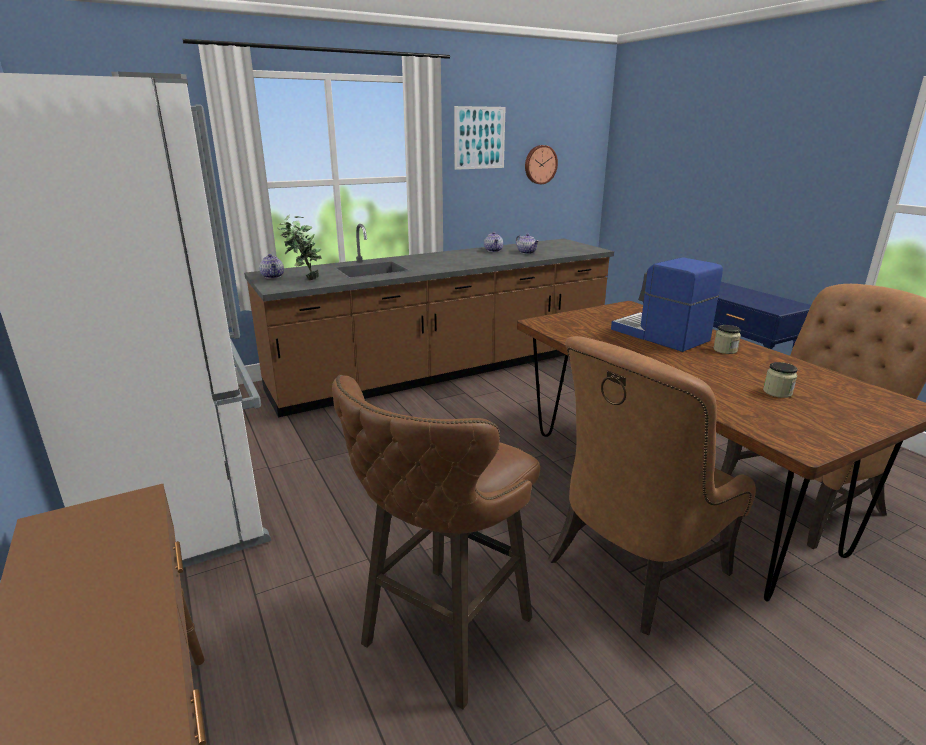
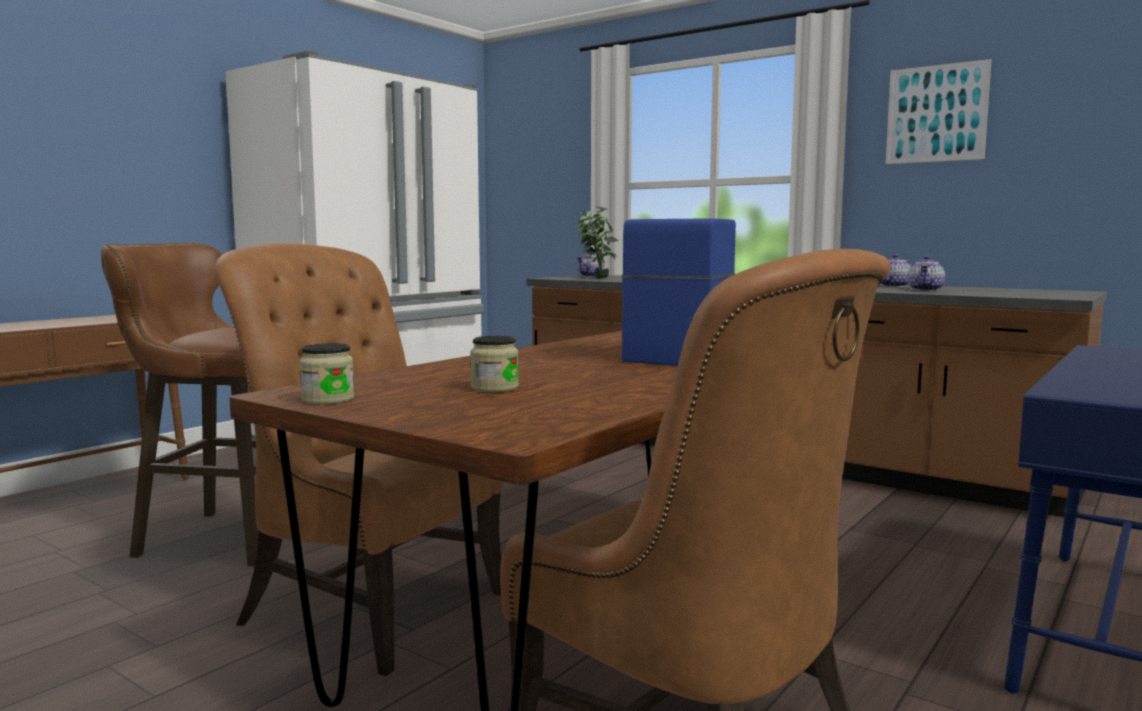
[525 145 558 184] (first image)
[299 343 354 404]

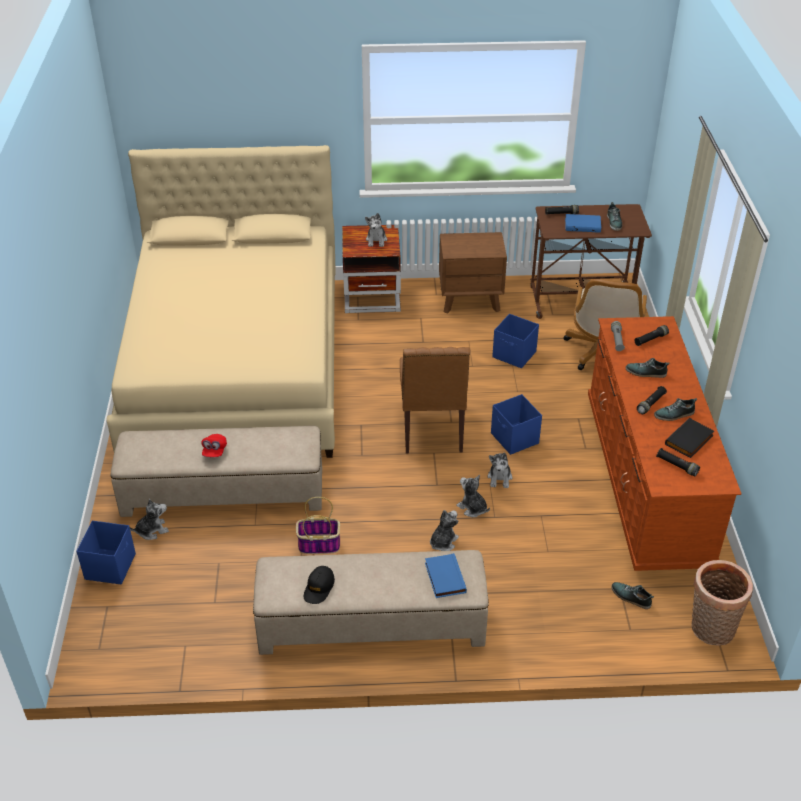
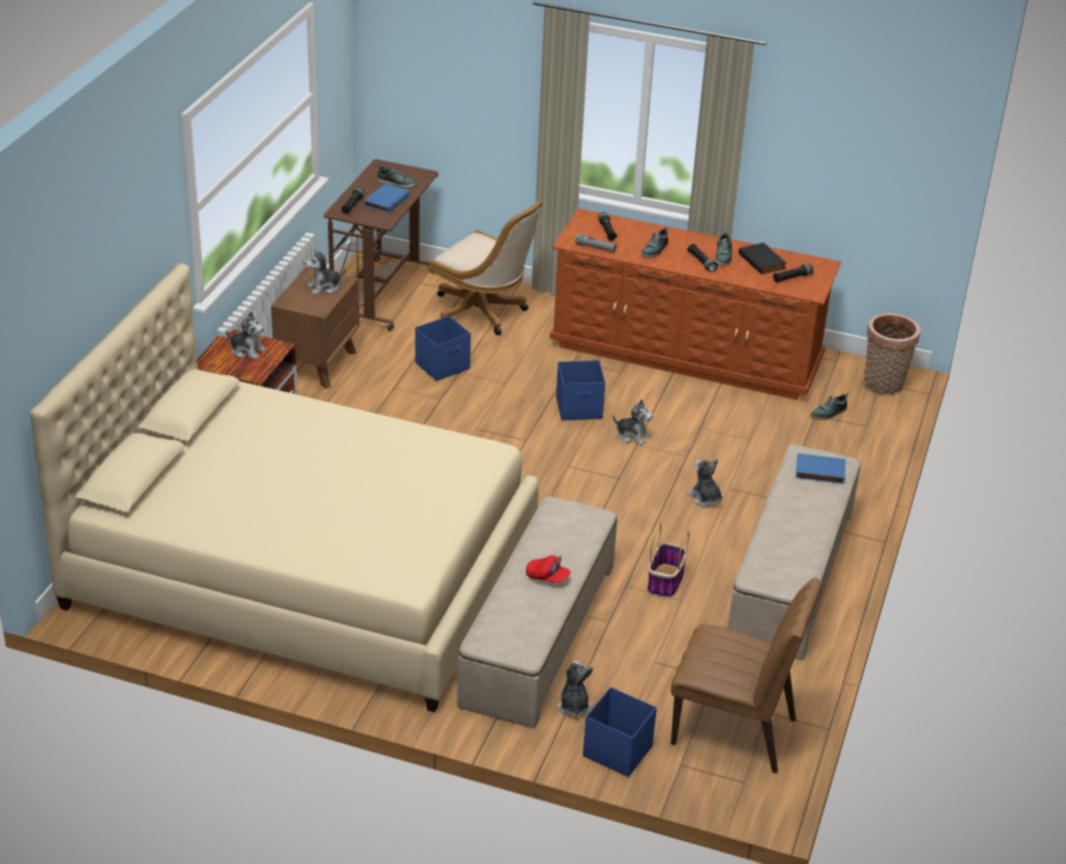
[304 566 335 604] (first image)
[671 577 823 773]
[305 249 346 295]

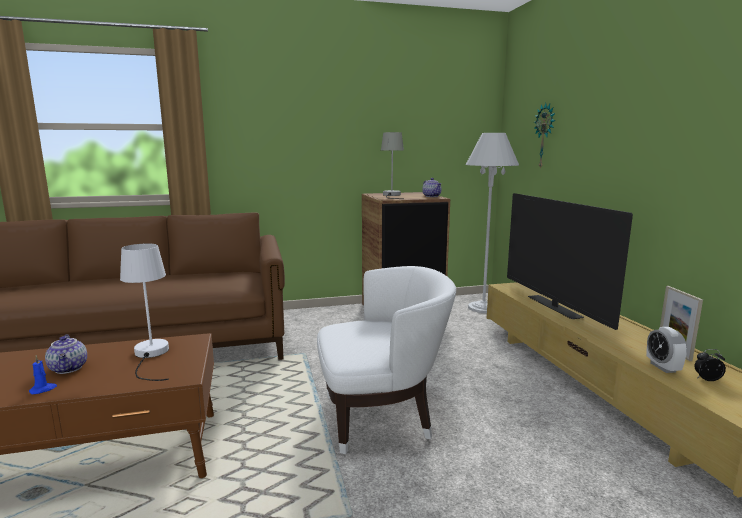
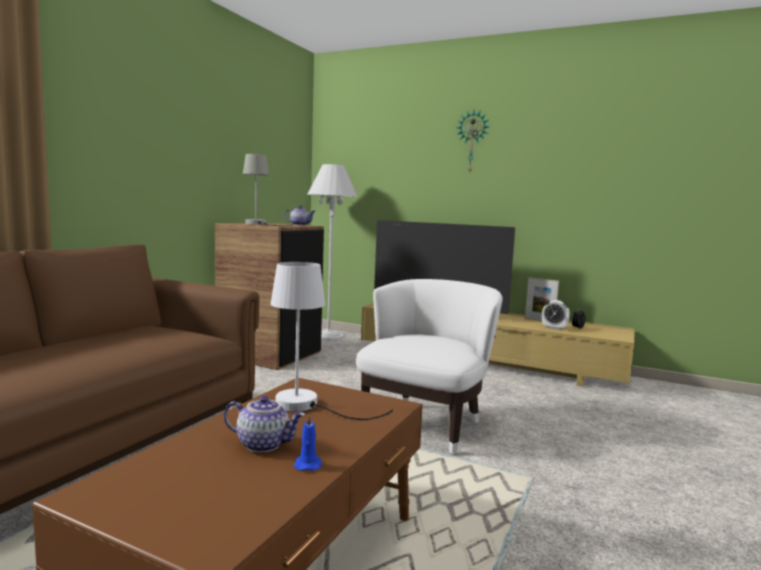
[456 110 489 172]

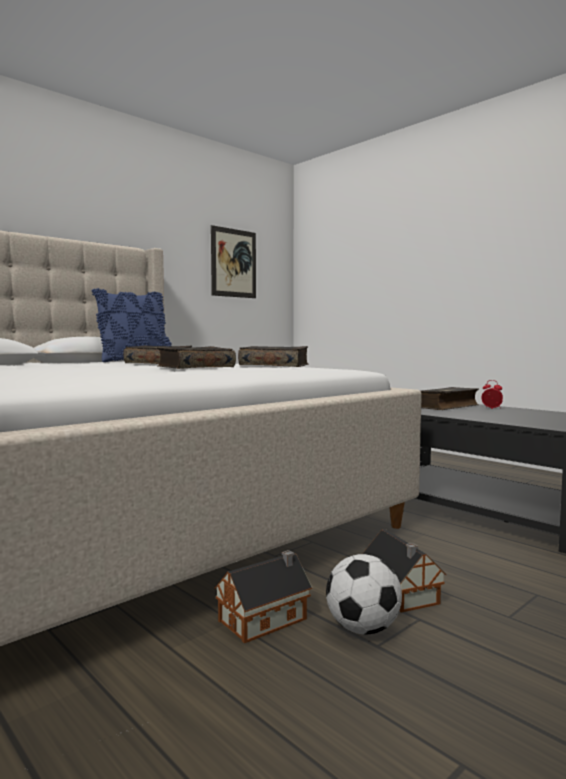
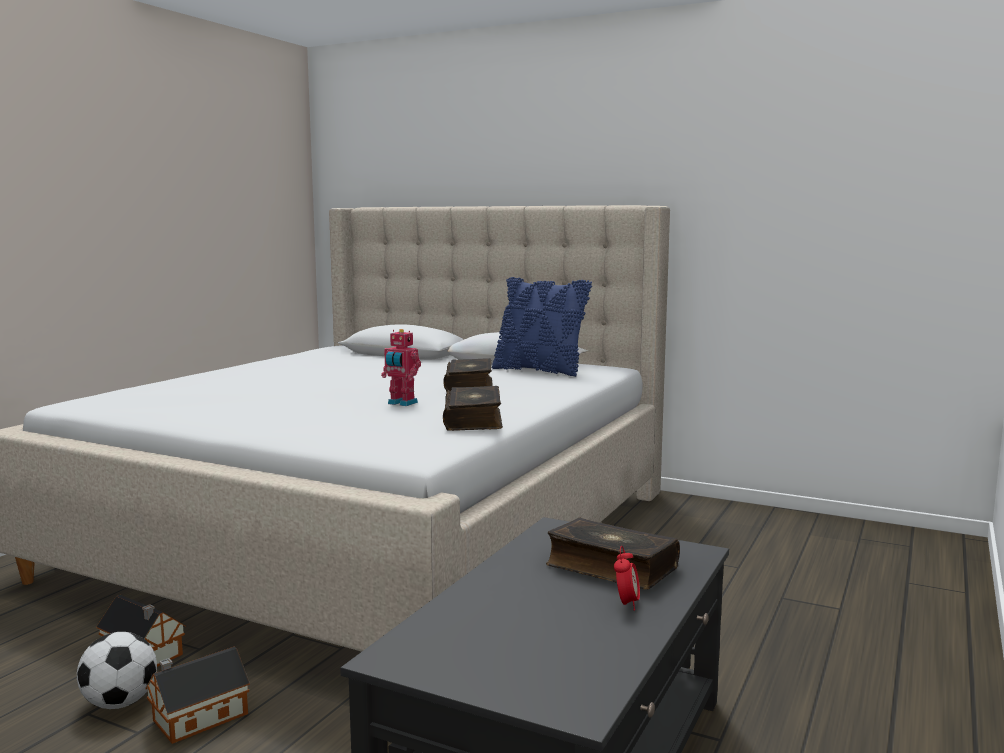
[211 225 256 298] (first image)
[381 329 421 406]

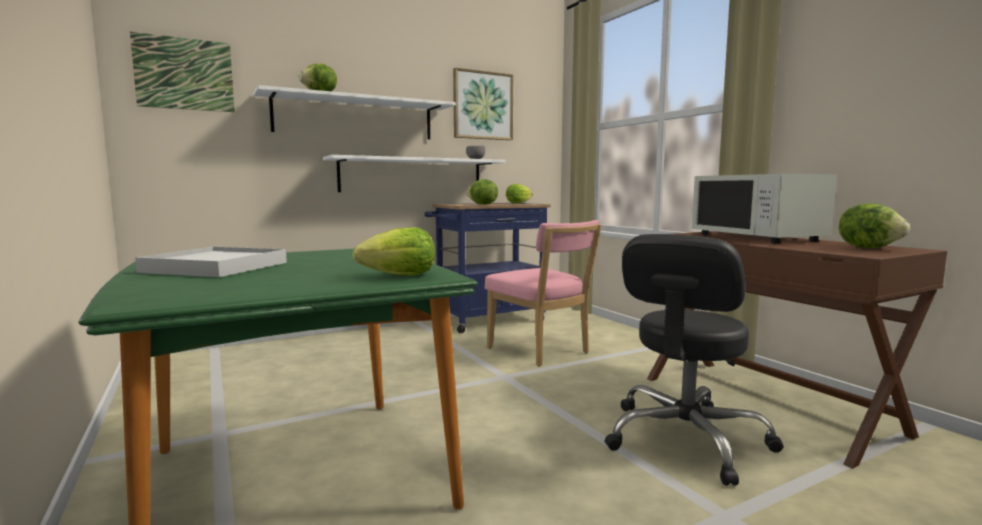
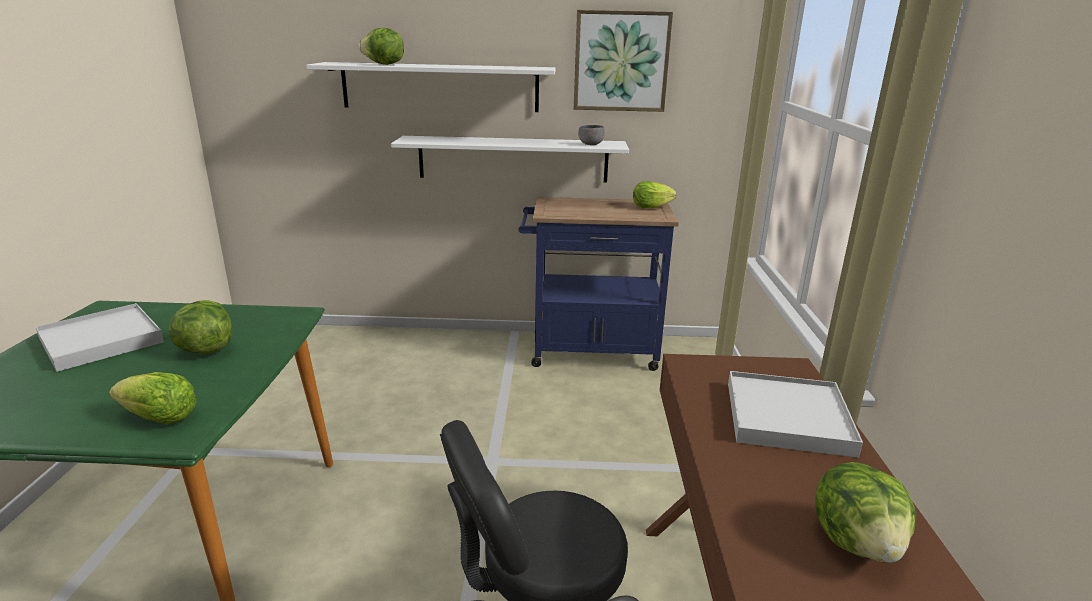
[130 32 235 112] (first image)
[485 220 602 367] (first image)
[168 300 232 354]
[728 371 863 458]

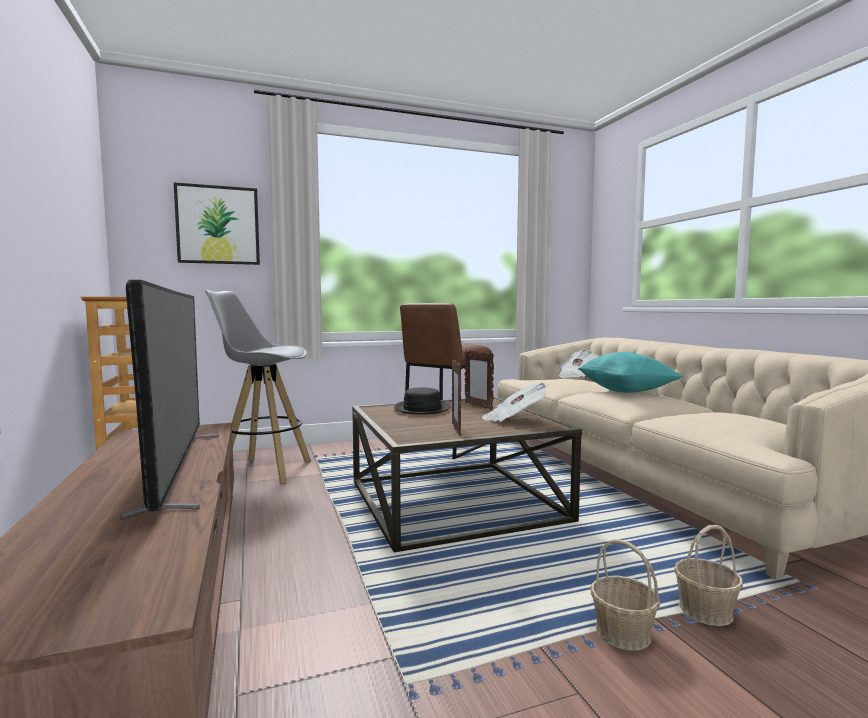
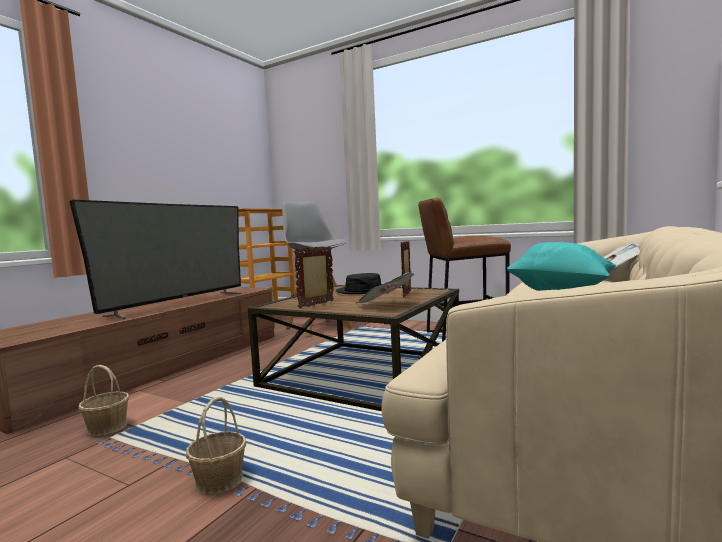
[174 183 260 265] (first image)
[79 365 129 436]

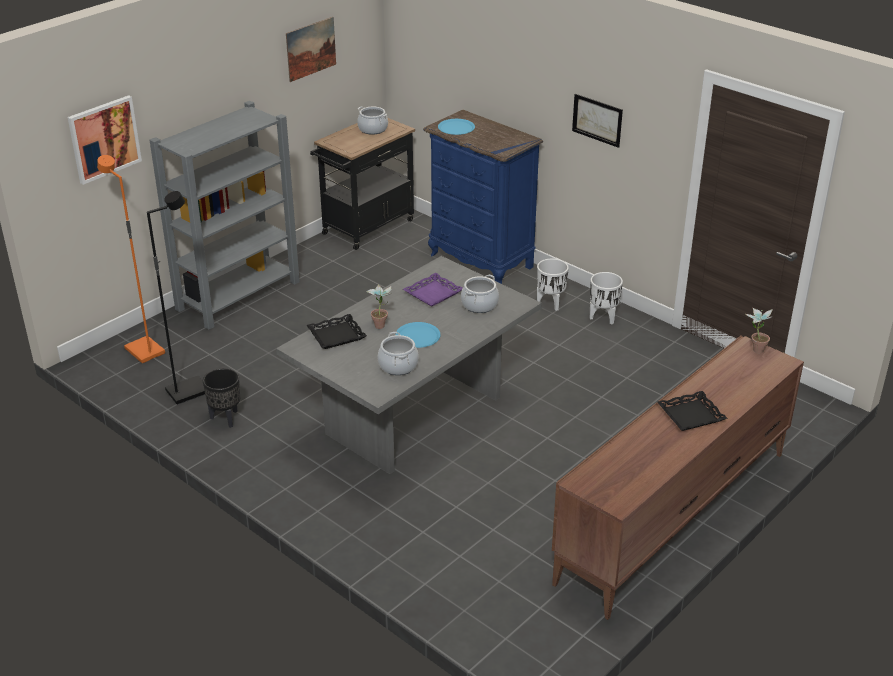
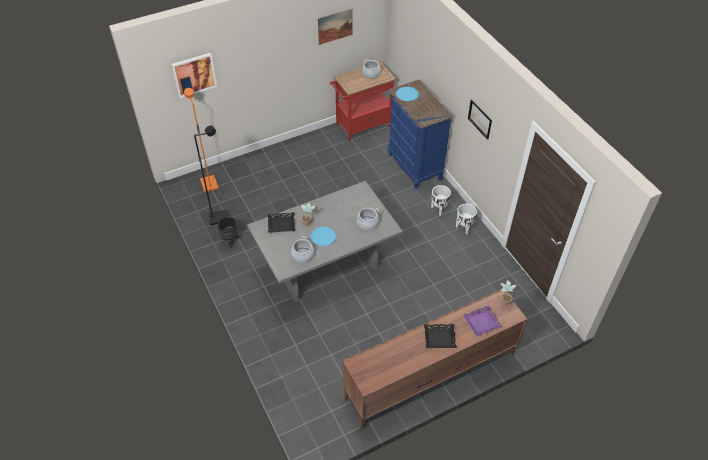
[150 101 300 330] (first image)
[463 305 502 336]
[330 61 396 141]

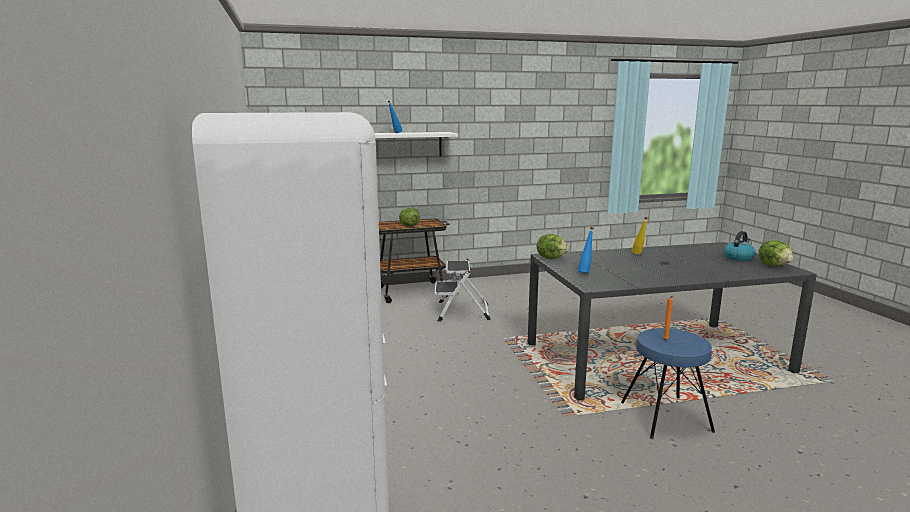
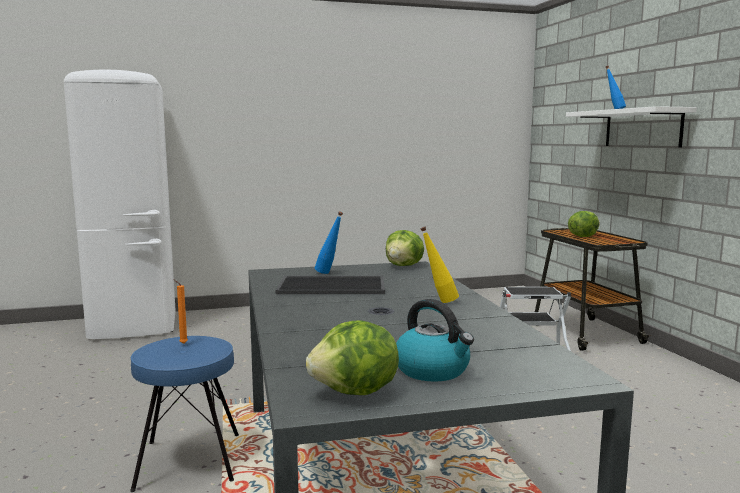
[276 276 385 294]

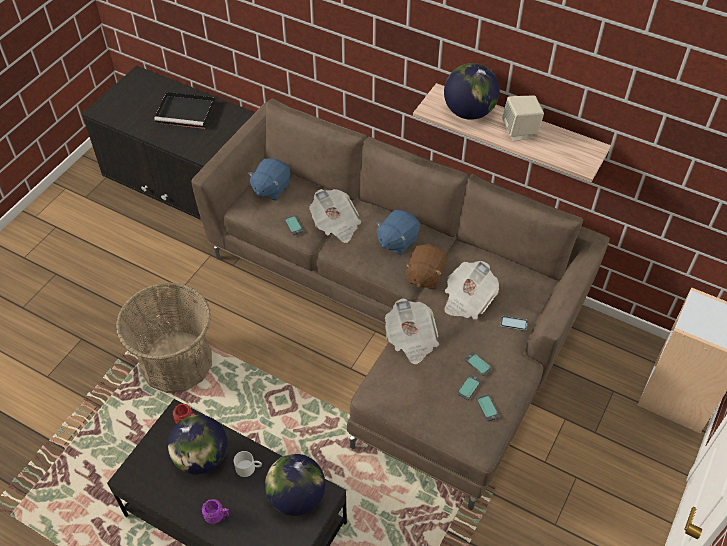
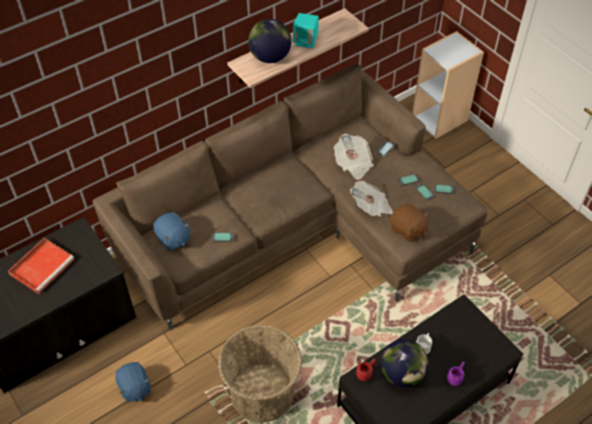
[265 454 325 516] (first image)
[309 189 361 243] (first image)
[115 362 151 402]
[390 204 429 242]
[8 238 74 294]
[293 13 319 48]

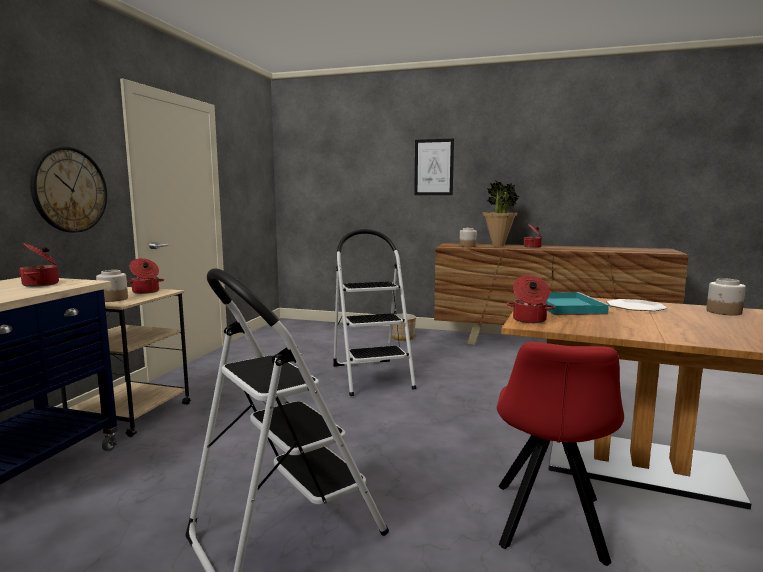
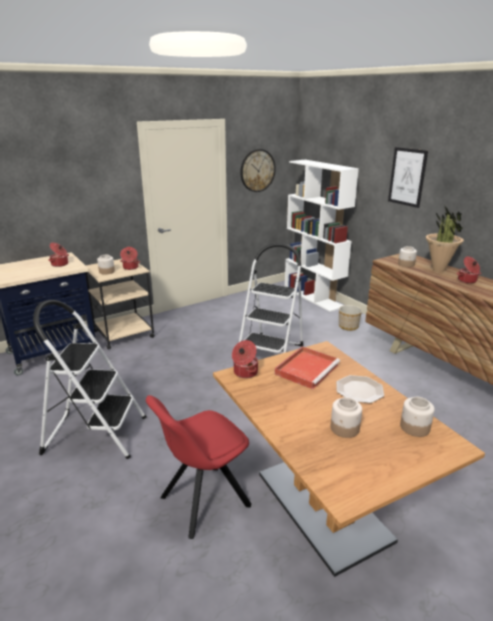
[285 160 359 312]
[331 397 362 438]
[240 149 276 192]
[275 346 340 389]

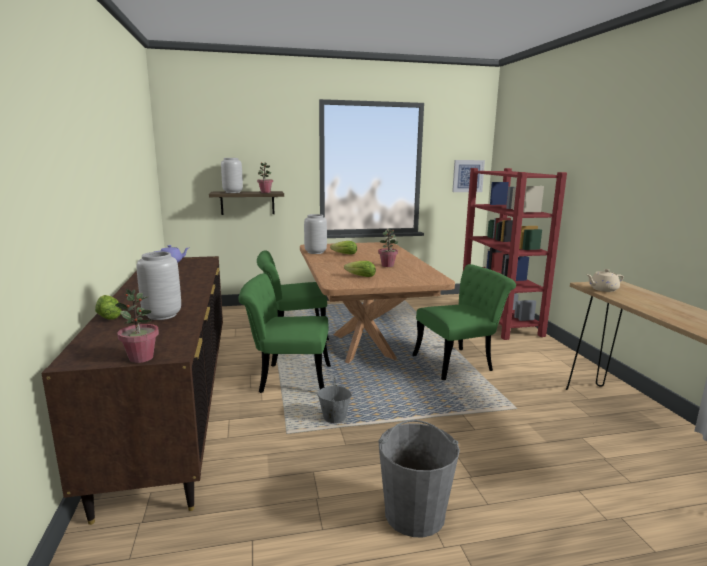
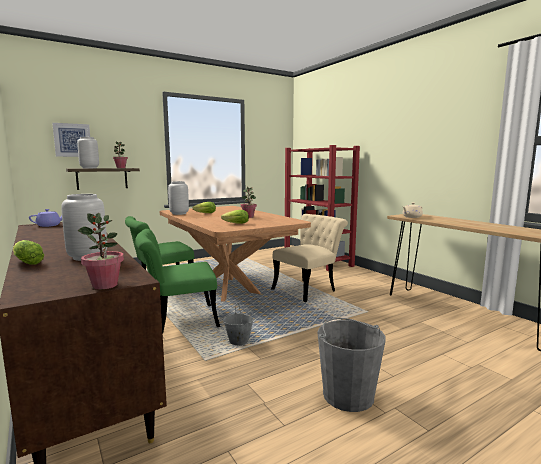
[52 123 90 157]
[271 214 348 302]

